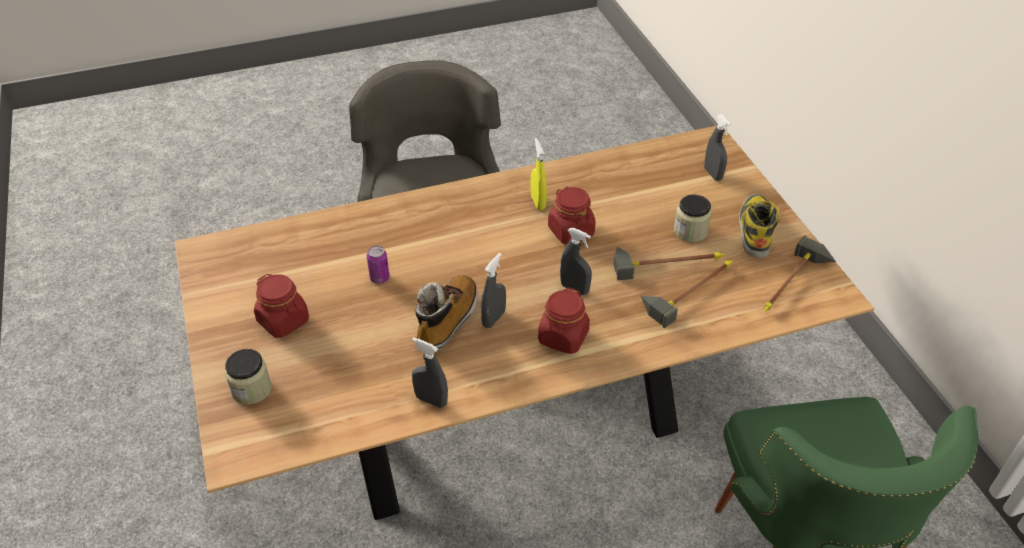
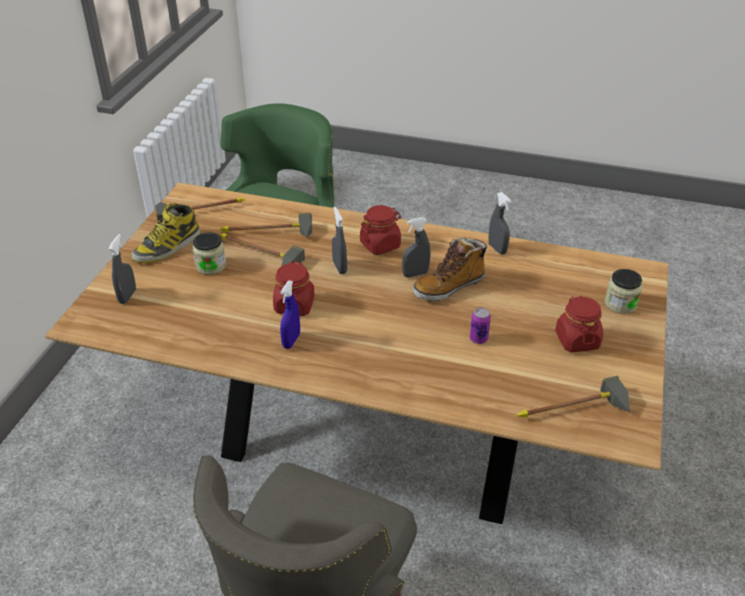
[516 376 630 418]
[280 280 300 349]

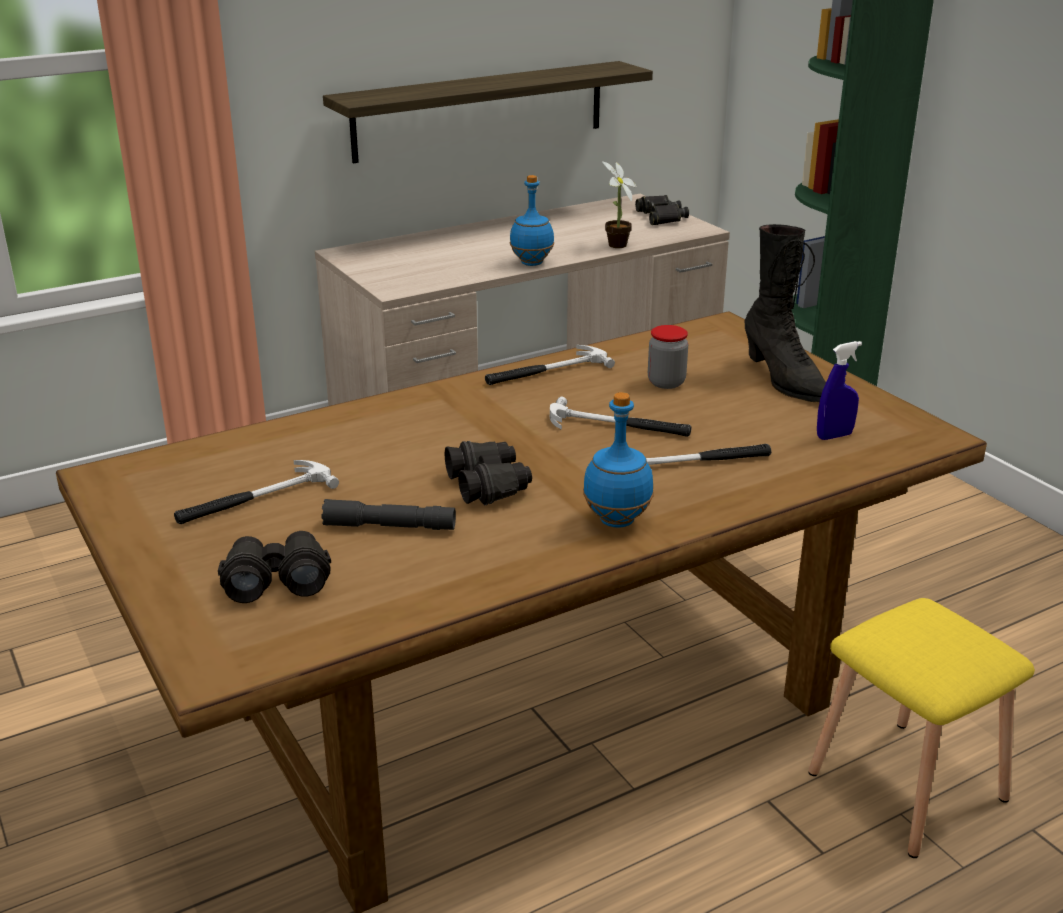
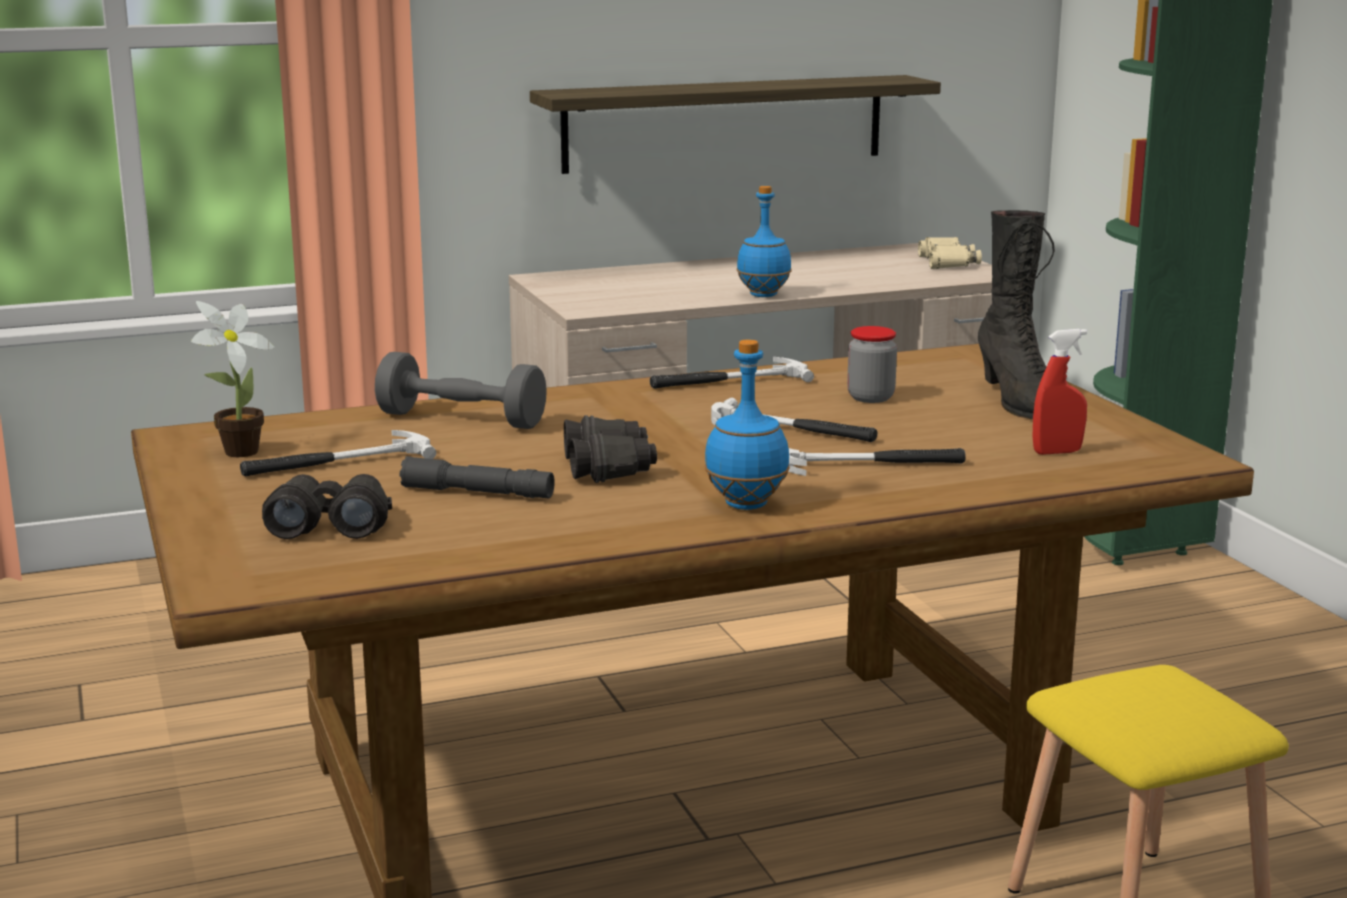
[375 352 547 429]
[191 301 275 457]
[918 237 982 269]
[1032 329 1087 455]

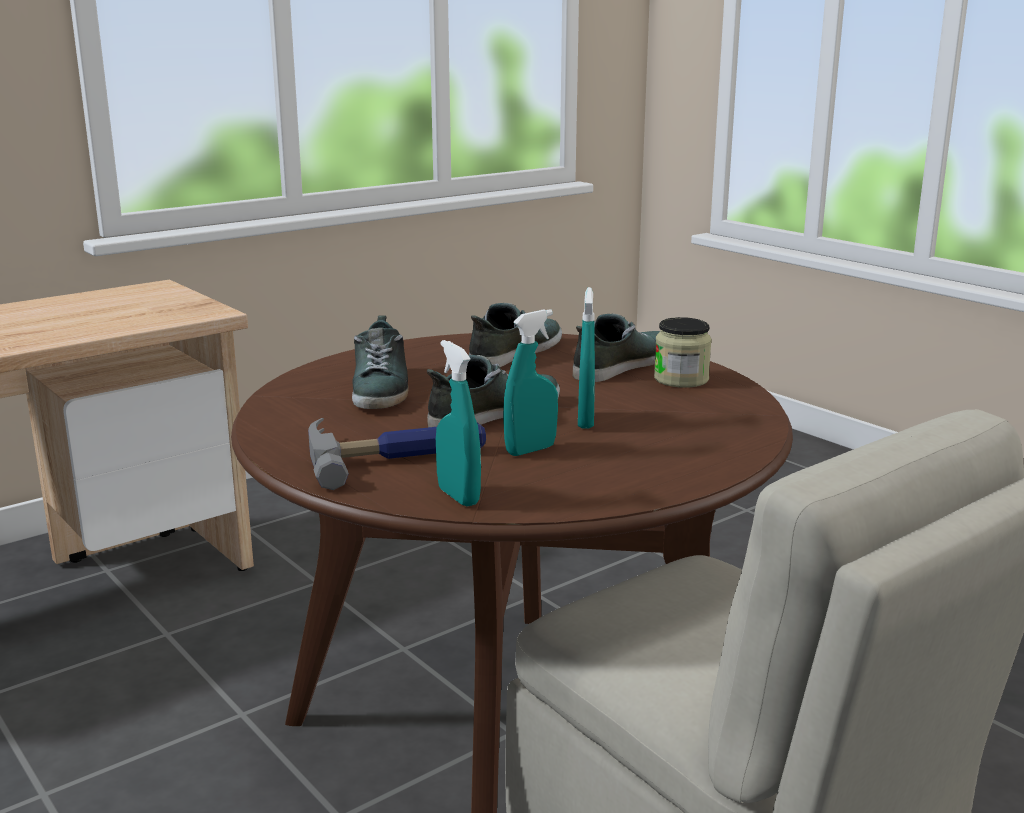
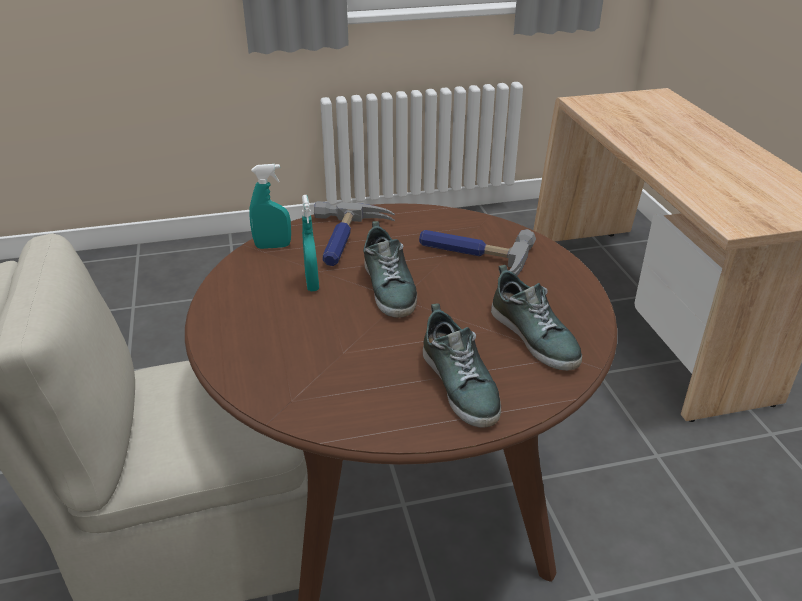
[578 287 595 428] (first image)
[654 317 712 388] (first image)
[419 229 536 275]

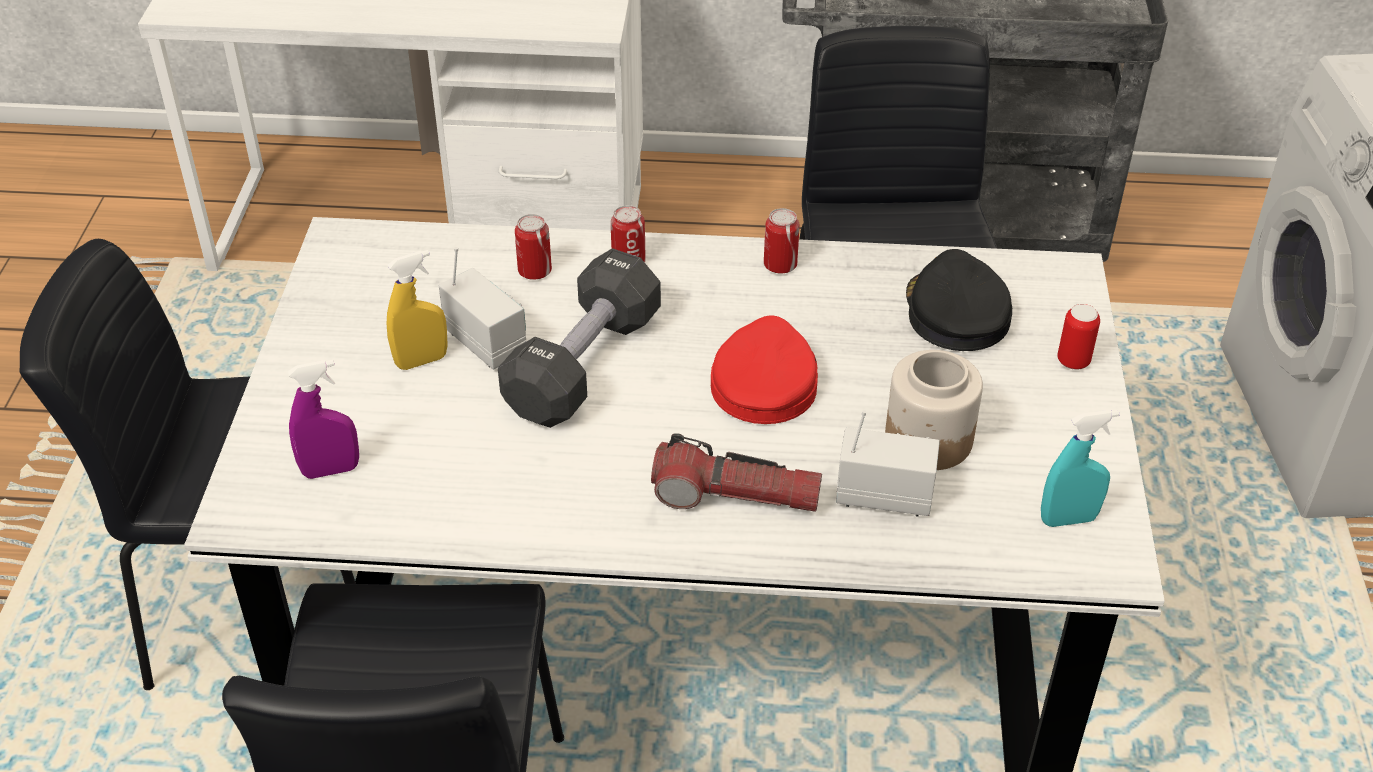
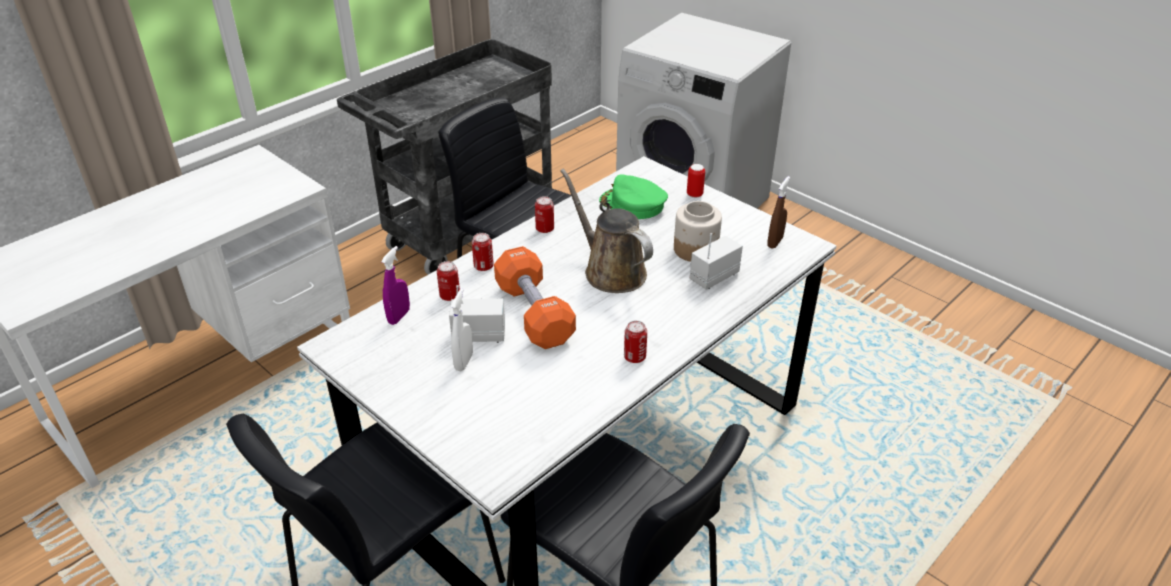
[651 433 822 512] (first image)
[624 321 647 363]
[381 246 410 325]
[560 169 653 293]
[451 288 473 371]
[494 246 576 349]
[599 174 668 219]
[767 176 790 249]

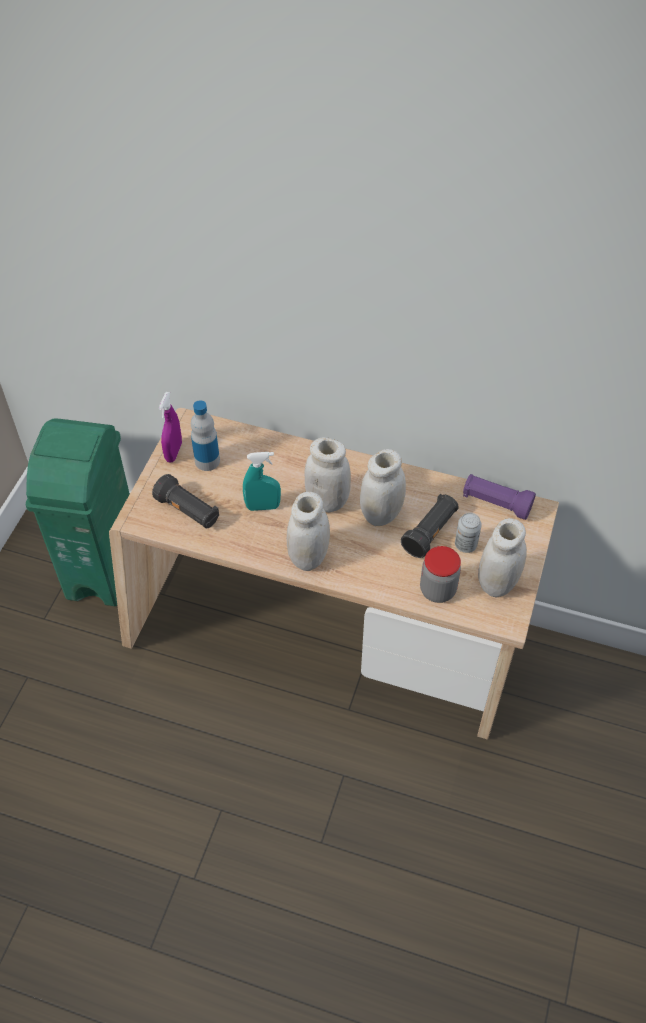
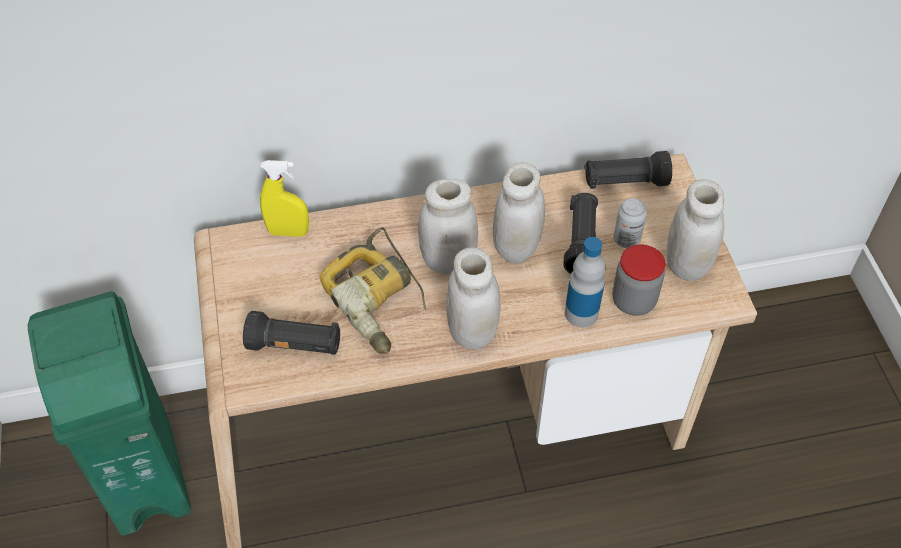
[159 392 182 463] (first image)
[260 160 309 237]
[565 237 606 327]
[320 227 426 354]
[584 151 672 189]

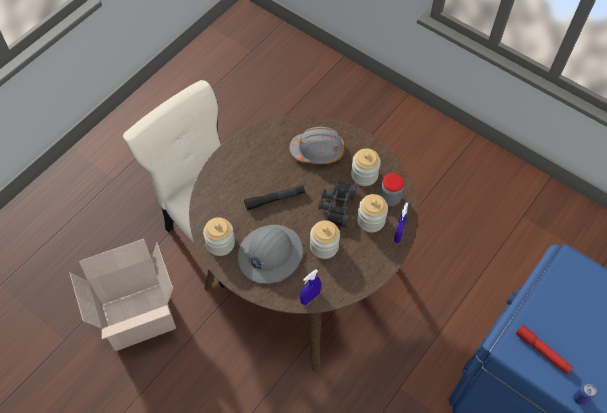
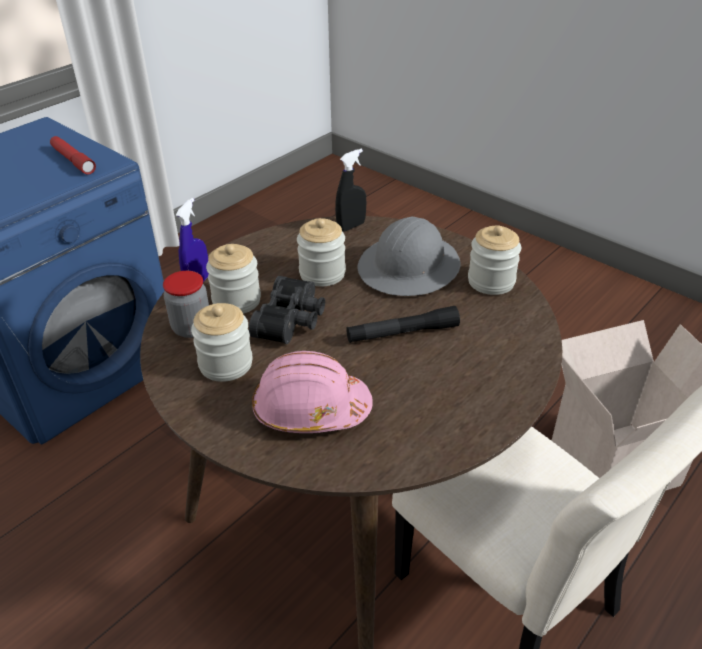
[573 384 597 405] (first image)
[252 351 373 433]
[335 149 366 232]

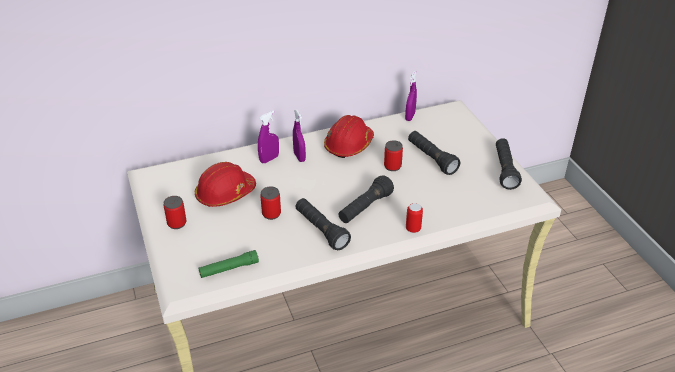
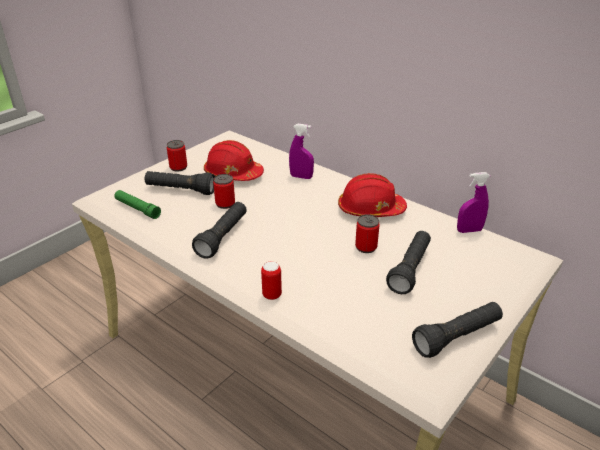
[293 110 306 162] (first image)
[145 171 215 195]

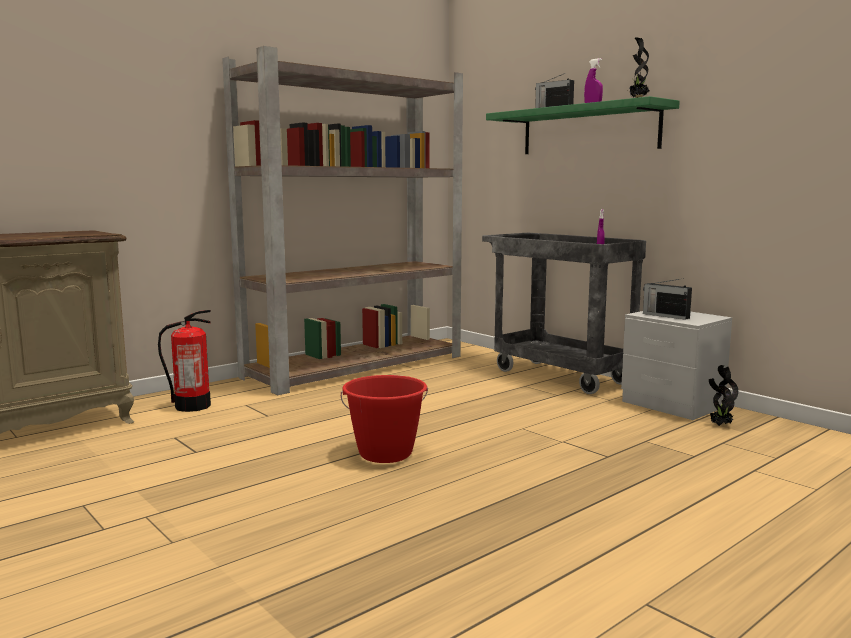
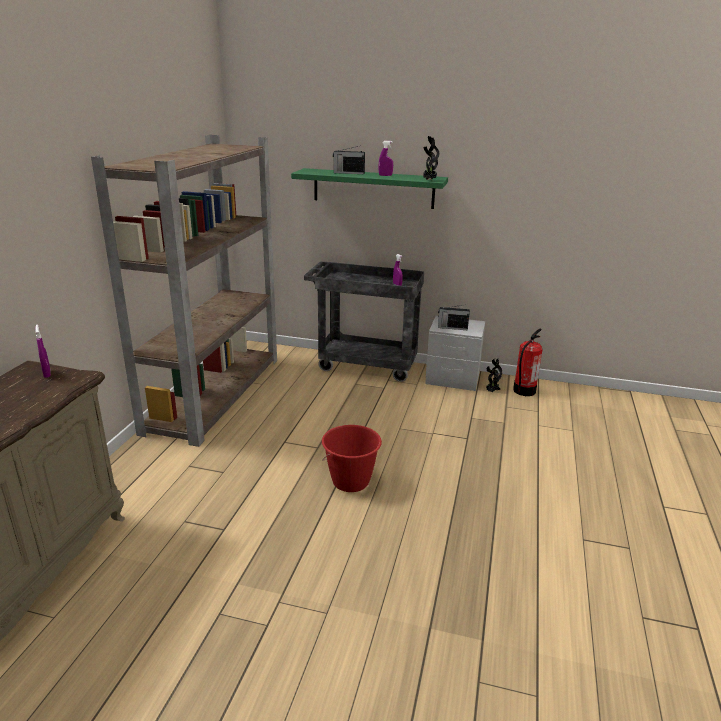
[35 325 51 378]
[513 329 543 396]

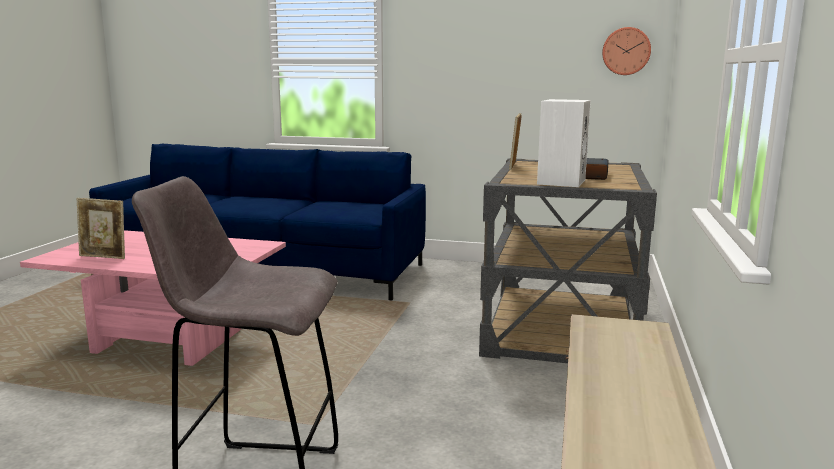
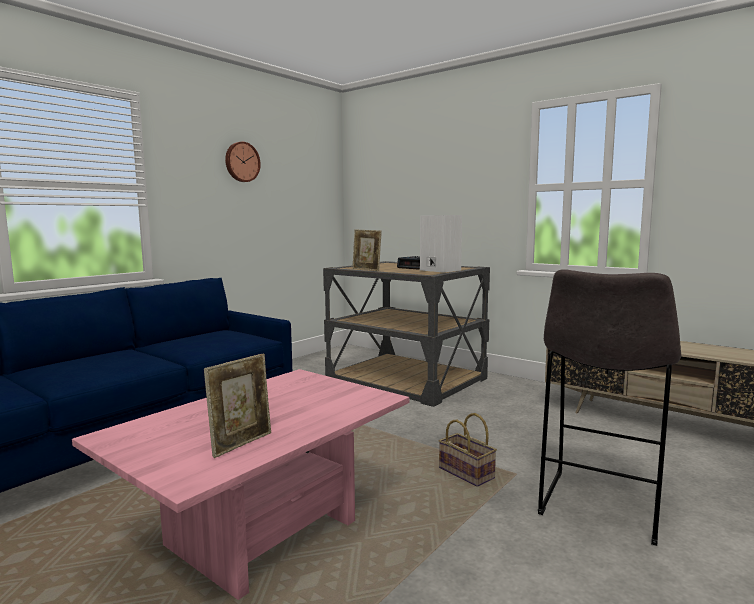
[439 413 497 487]
[225 142 261 182]

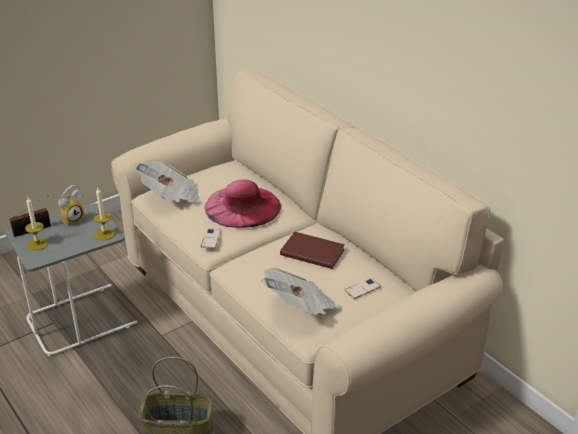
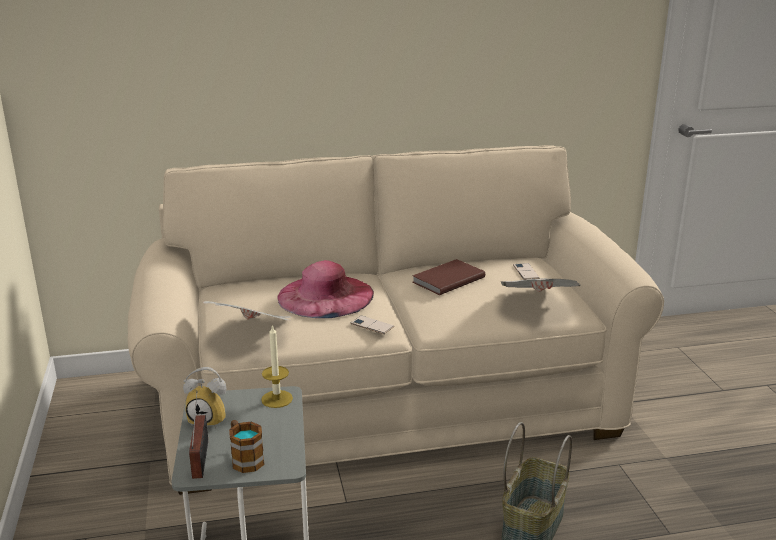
[229 420 264 473]
[183 367 227 428]

